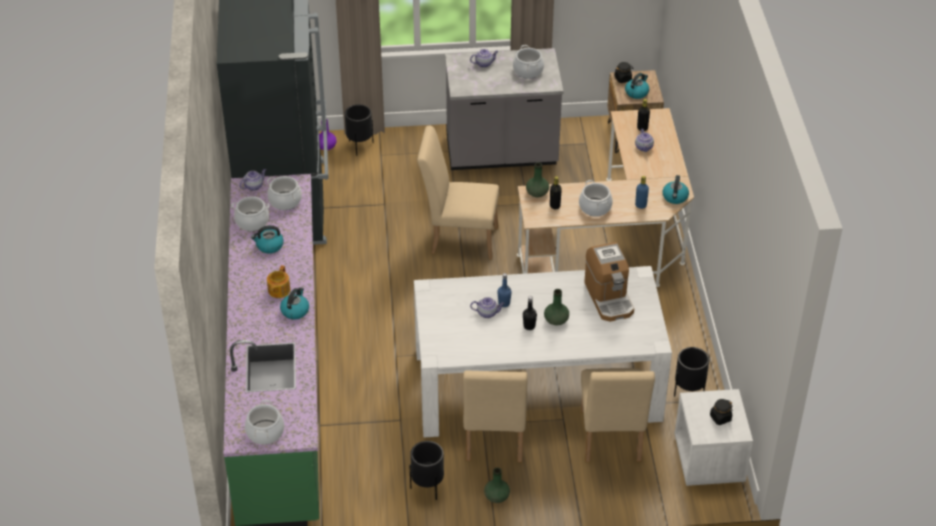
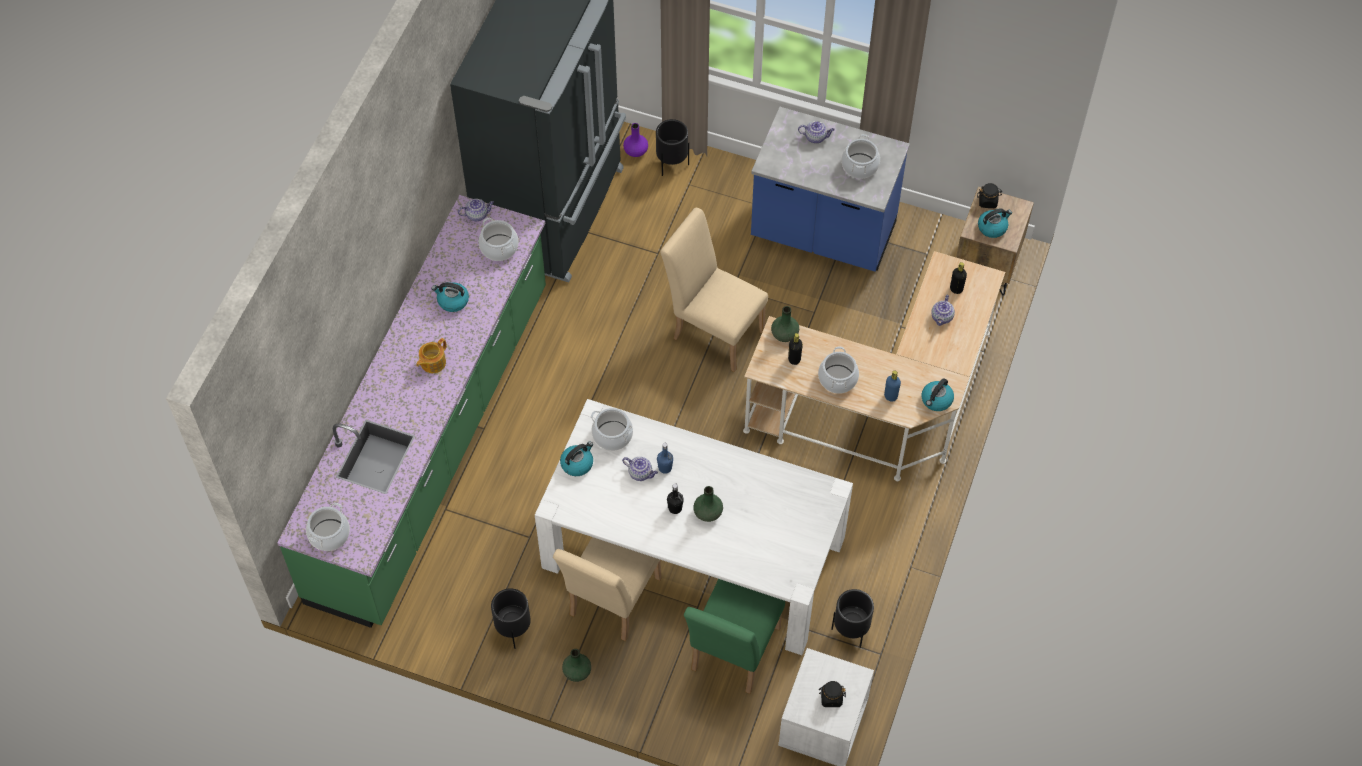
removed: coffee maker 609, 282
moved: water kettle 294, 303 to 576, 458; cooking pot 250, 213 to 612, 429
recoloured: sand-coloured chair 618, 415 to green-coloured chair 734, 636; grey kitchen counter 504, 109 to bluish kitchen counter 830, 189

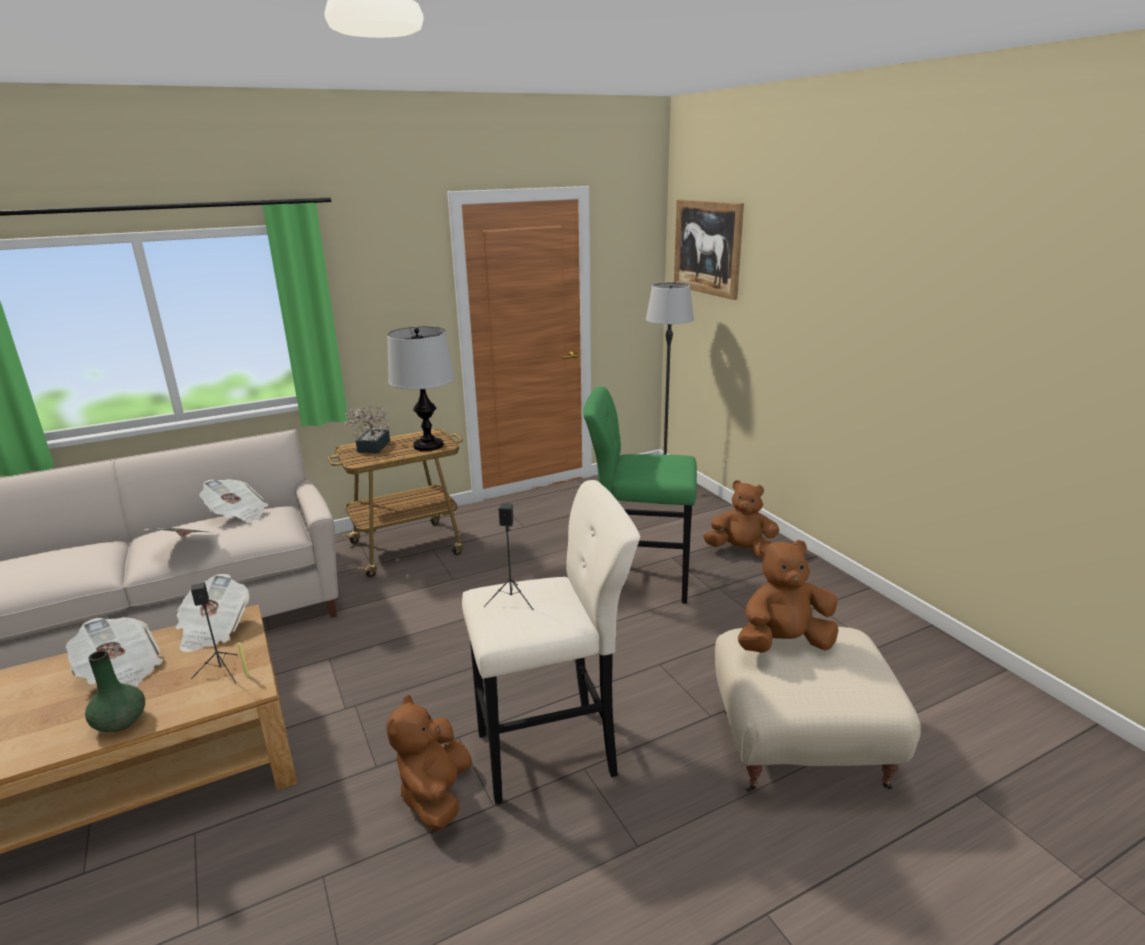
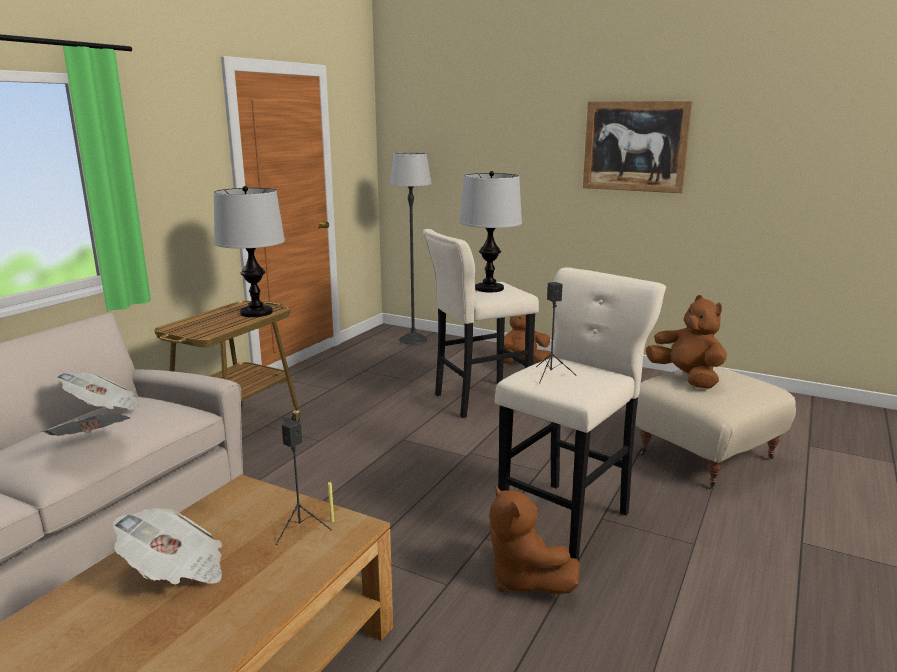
removed: green-coloured vase 115, 691; newspaper 212, 613; houseplant 367, 429
added: table lamp 490, 231
moved: picture 709, 249 to 638, 147
recoloured: green-coloured sitting stool 640, 495 to sand-coloured sitting stool 481, 323
turned: brownish cuddly toy 788, 596 = 686, 342 105 degrees clockwise

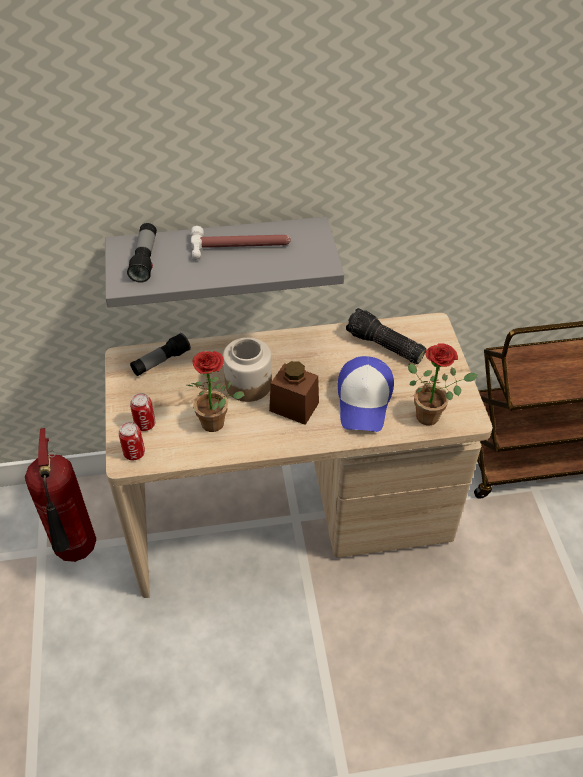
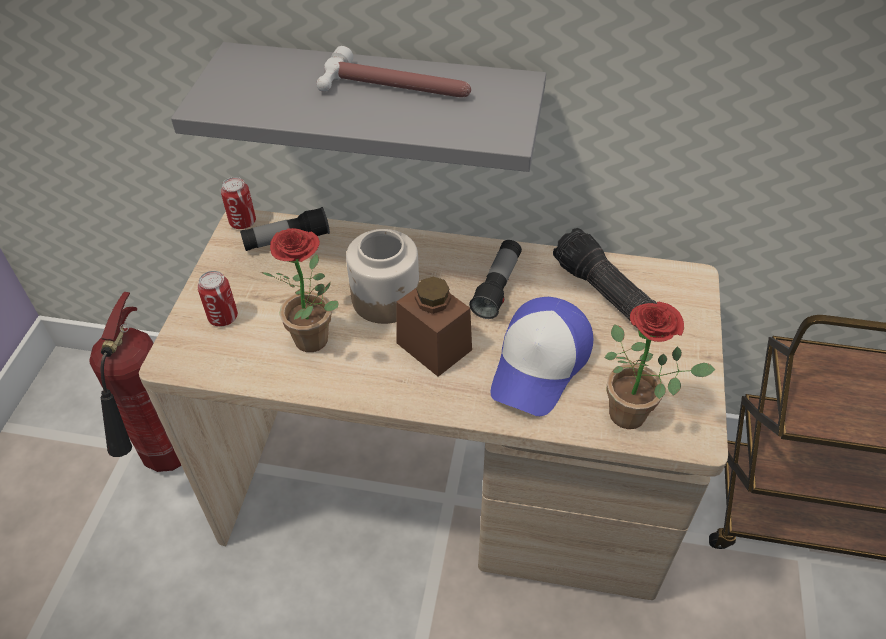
moved: can 132, 441 to 238, 203; hand torch 142, 253 to 495, 279

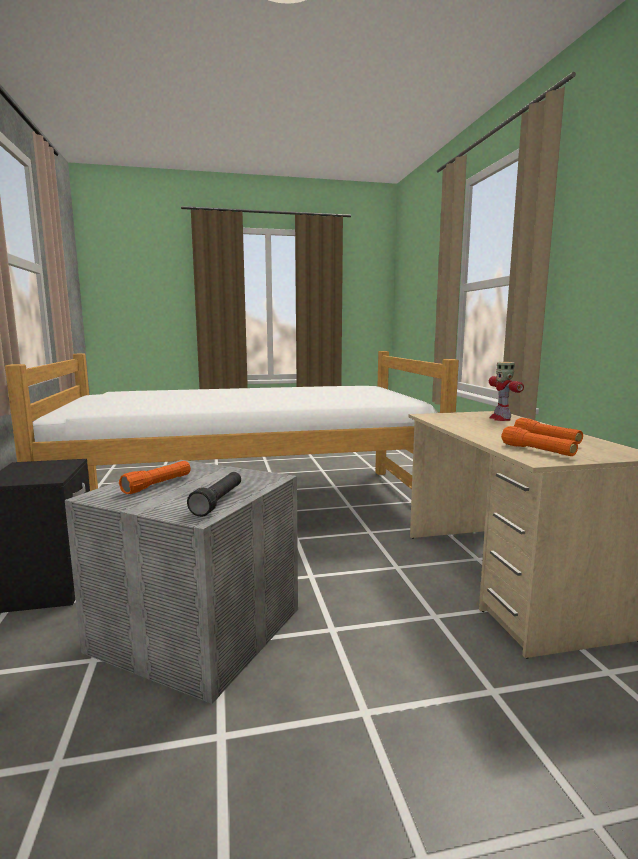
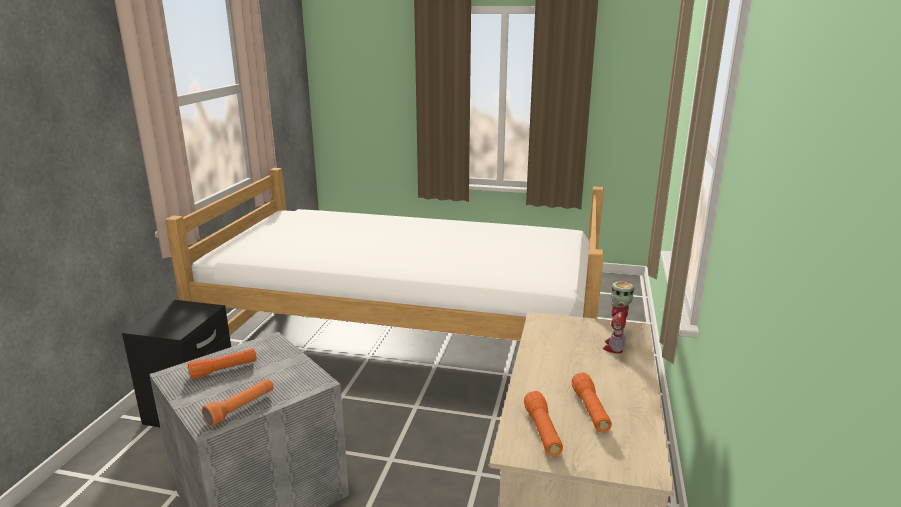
recoloured: black-coloured hand torch 214, 494 to orange hand torch 238, 403

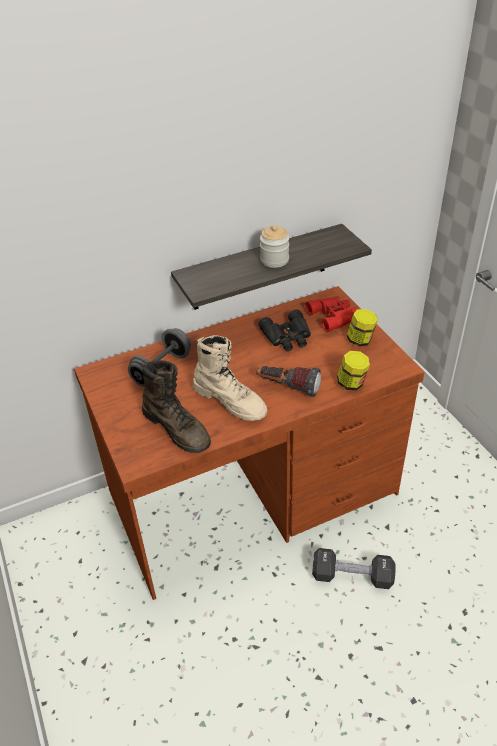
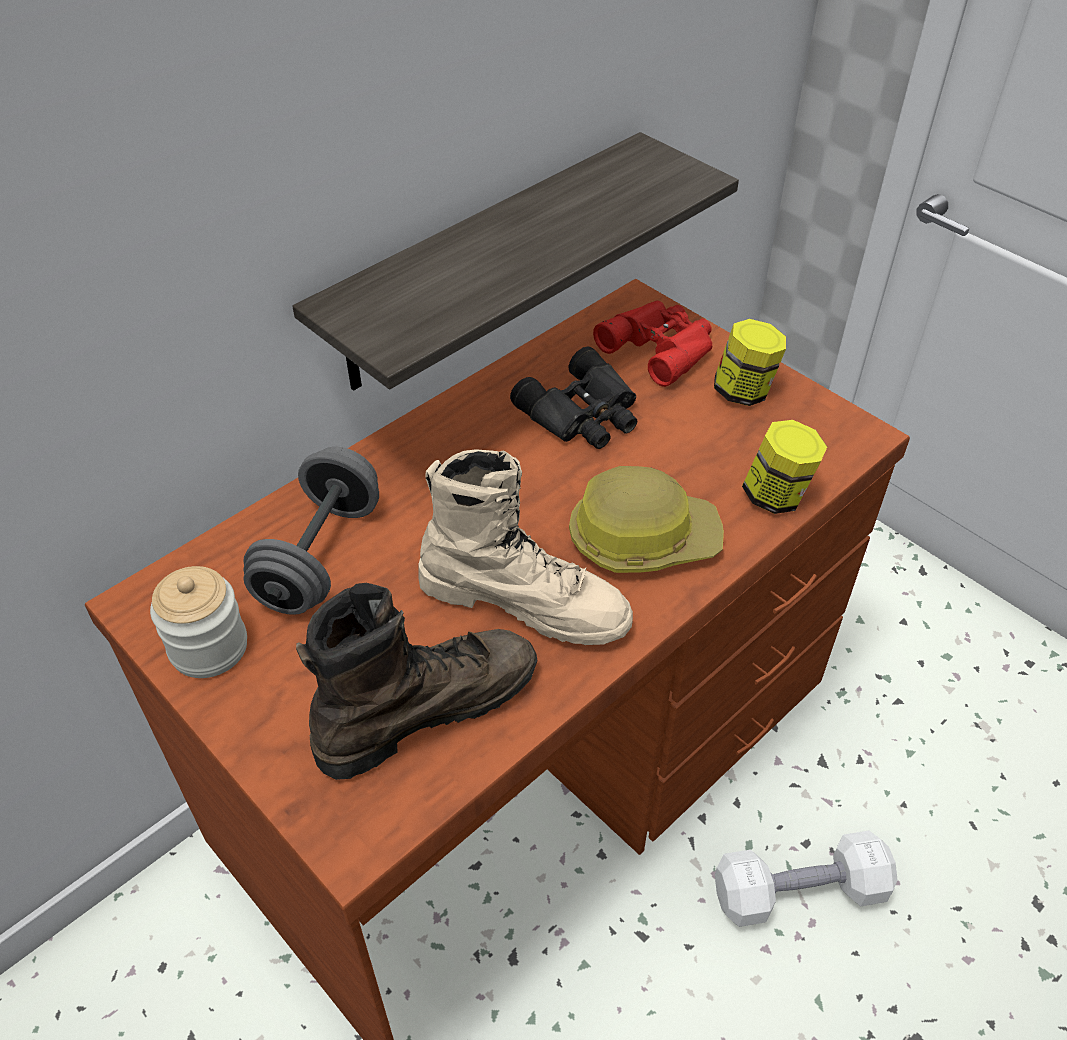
moved: jar 274, 246 to 198, 622
replaced: hand torch 288, 381 to work helmet 646, 519
recoloured: black-coloured free weight 353, 568 to whitish free weight 806, 879
turned: brownish boot 176, 406 = 417, 681 60 degrees counterclockwise

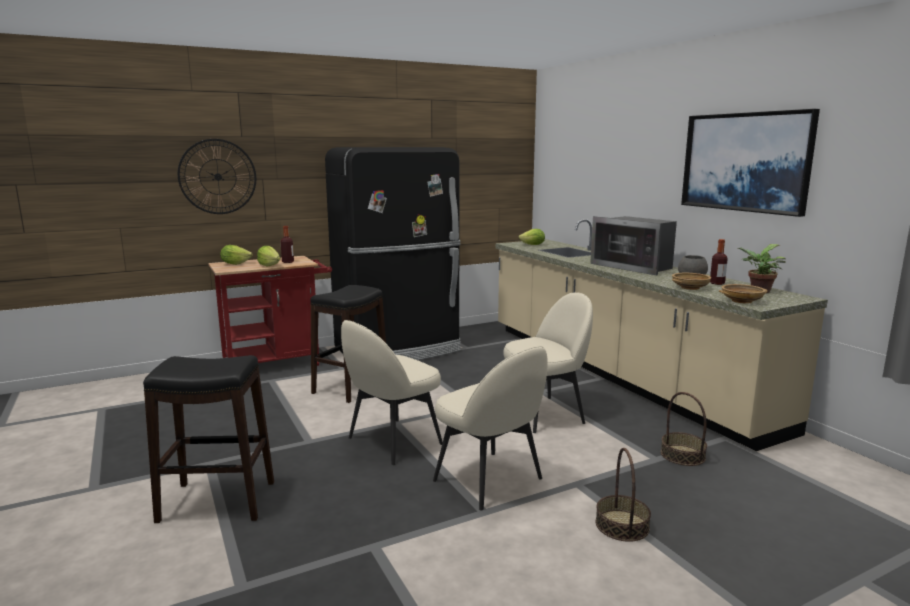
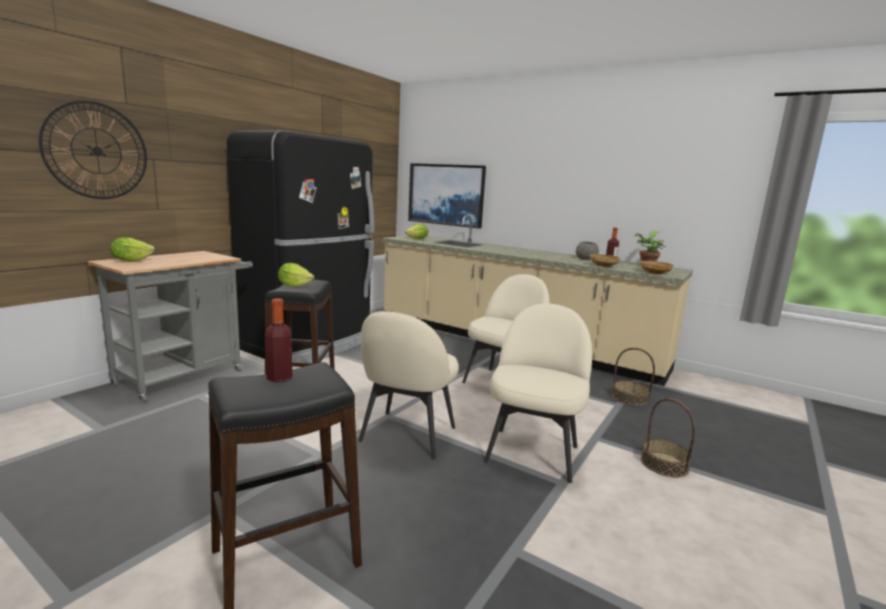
removed: kitchen microwave 633, 245
moved: bottle 287, 244 to 278, 340; head of lettuce 268, 256 to 296, 275; picture 750, 163 to 447, 195
recoloured: red-coloured cart 270, 311 to grey cart 170, 327
turned: sand-coloured chair 490, 428 = 538, 393 90 degrees counterclockwise

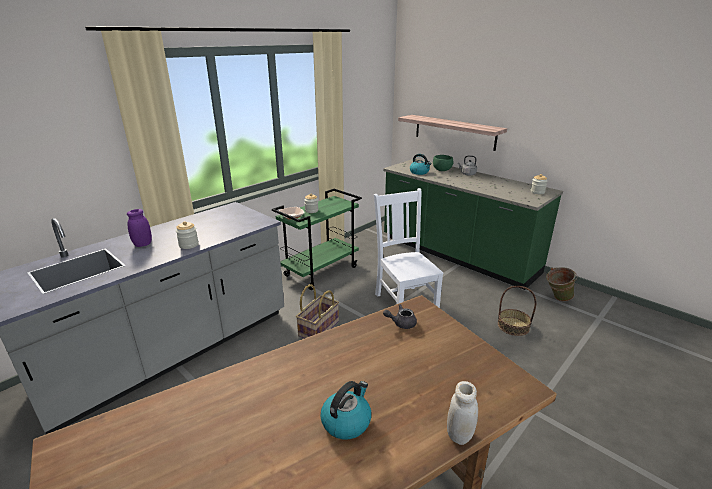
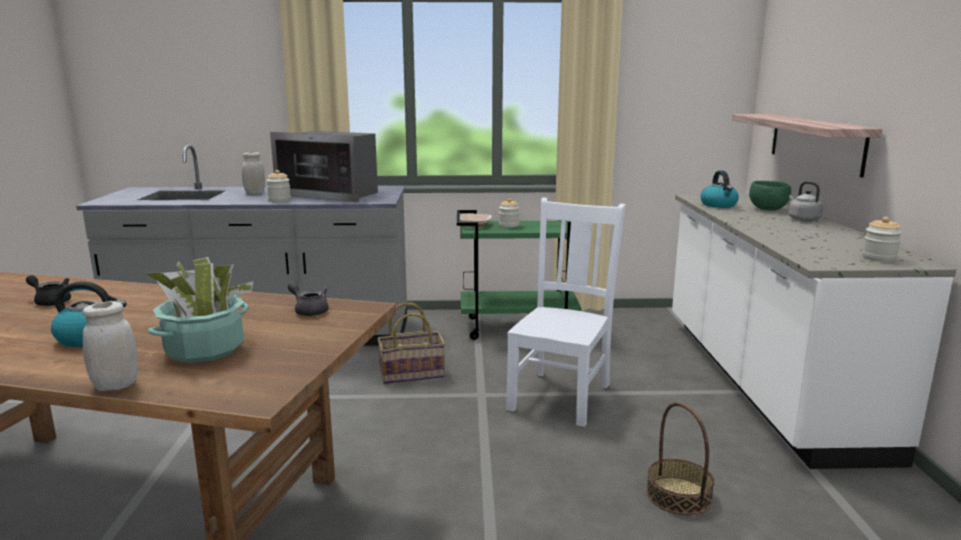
removed: green-coloured pail 561, 284
added: black-coloured teapot 48, 290; houseplant 199, 310; kitchen microwave 324, 166
recoloured: purple jar 139, 228 to whitish jar 253, 173; green-coloured kitchen counter 473, 224 to whitish kitchen counter 814, 331

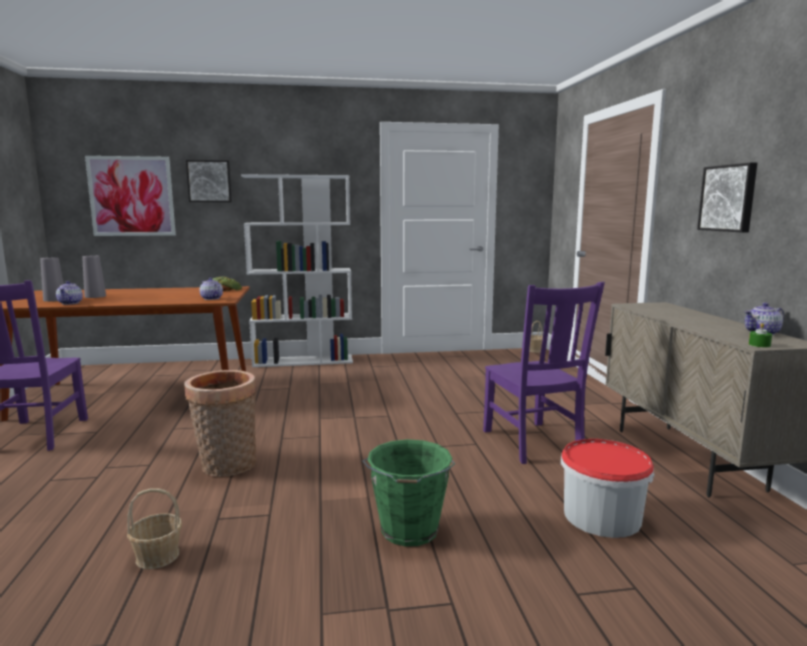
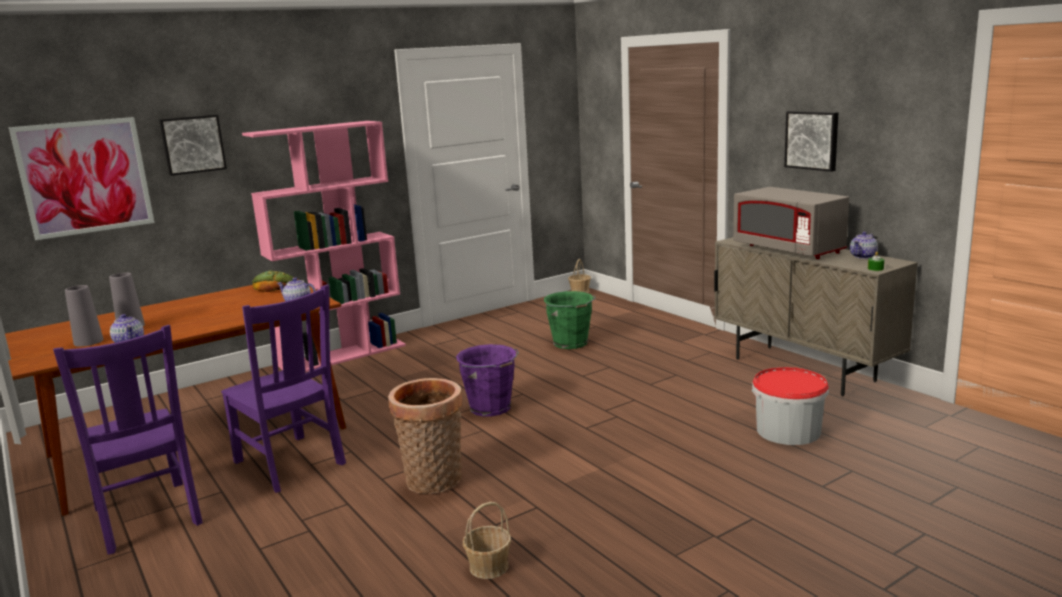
added: purple pail 487, 380; grey kitchen microwave 791, 223
moved: purple chair 544, 373 to 283, 388; green-coloured pail 408, 492 to 569, 320
recoloured: whitish bookcase 297, 270 to pinkish bookcase 324, 246

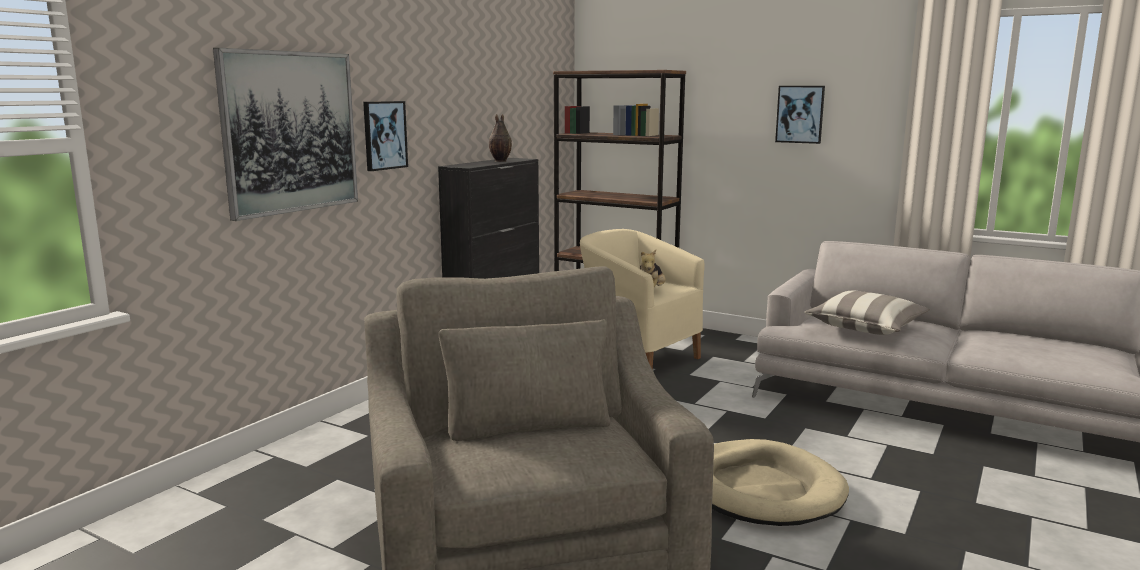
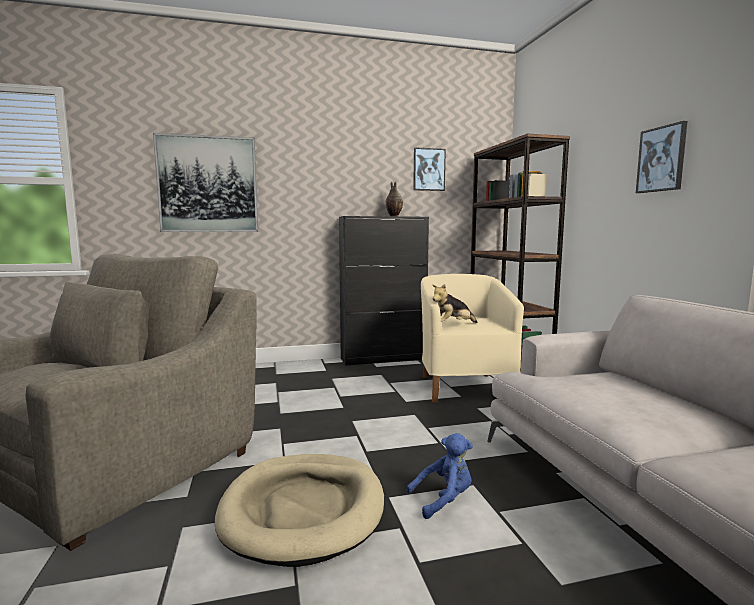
removed: pillow 867, 313
added: bluish cuddly toy 439, 476
moved: picture 385, 136 to 429, 169

